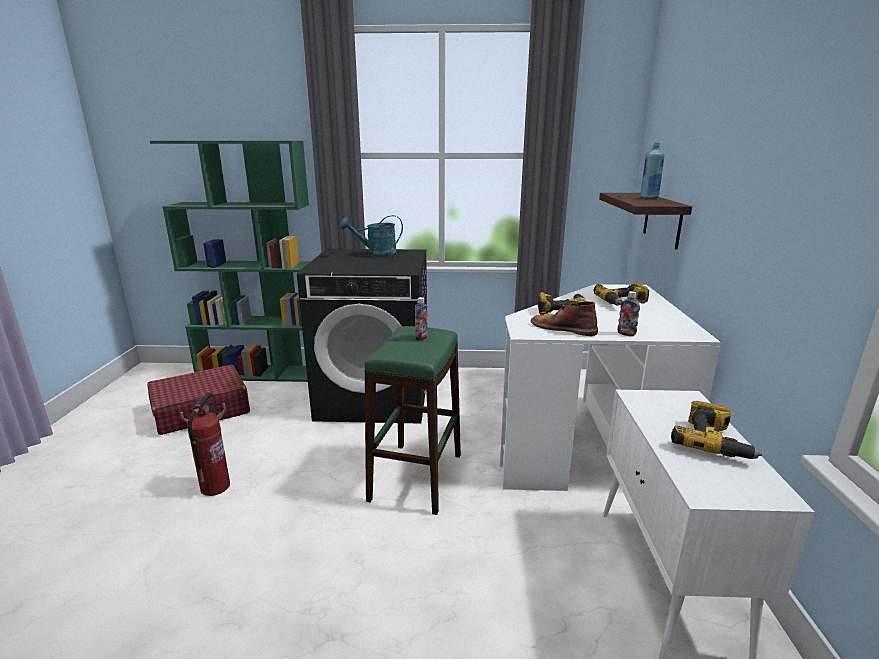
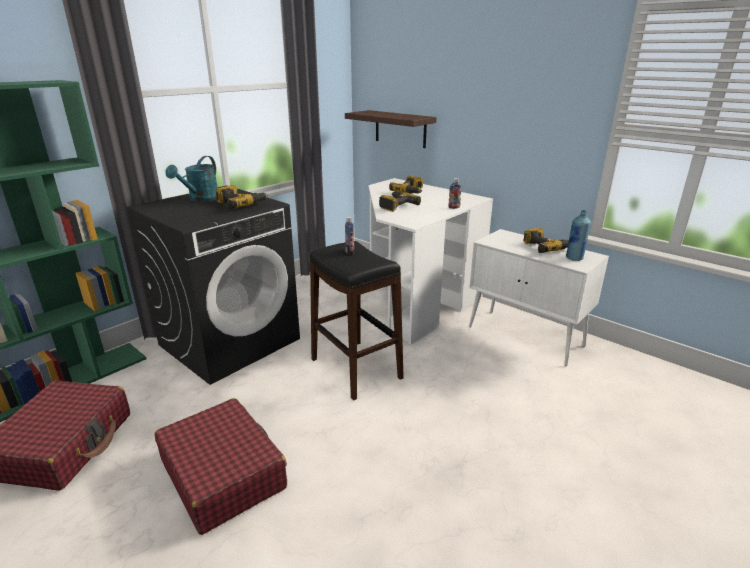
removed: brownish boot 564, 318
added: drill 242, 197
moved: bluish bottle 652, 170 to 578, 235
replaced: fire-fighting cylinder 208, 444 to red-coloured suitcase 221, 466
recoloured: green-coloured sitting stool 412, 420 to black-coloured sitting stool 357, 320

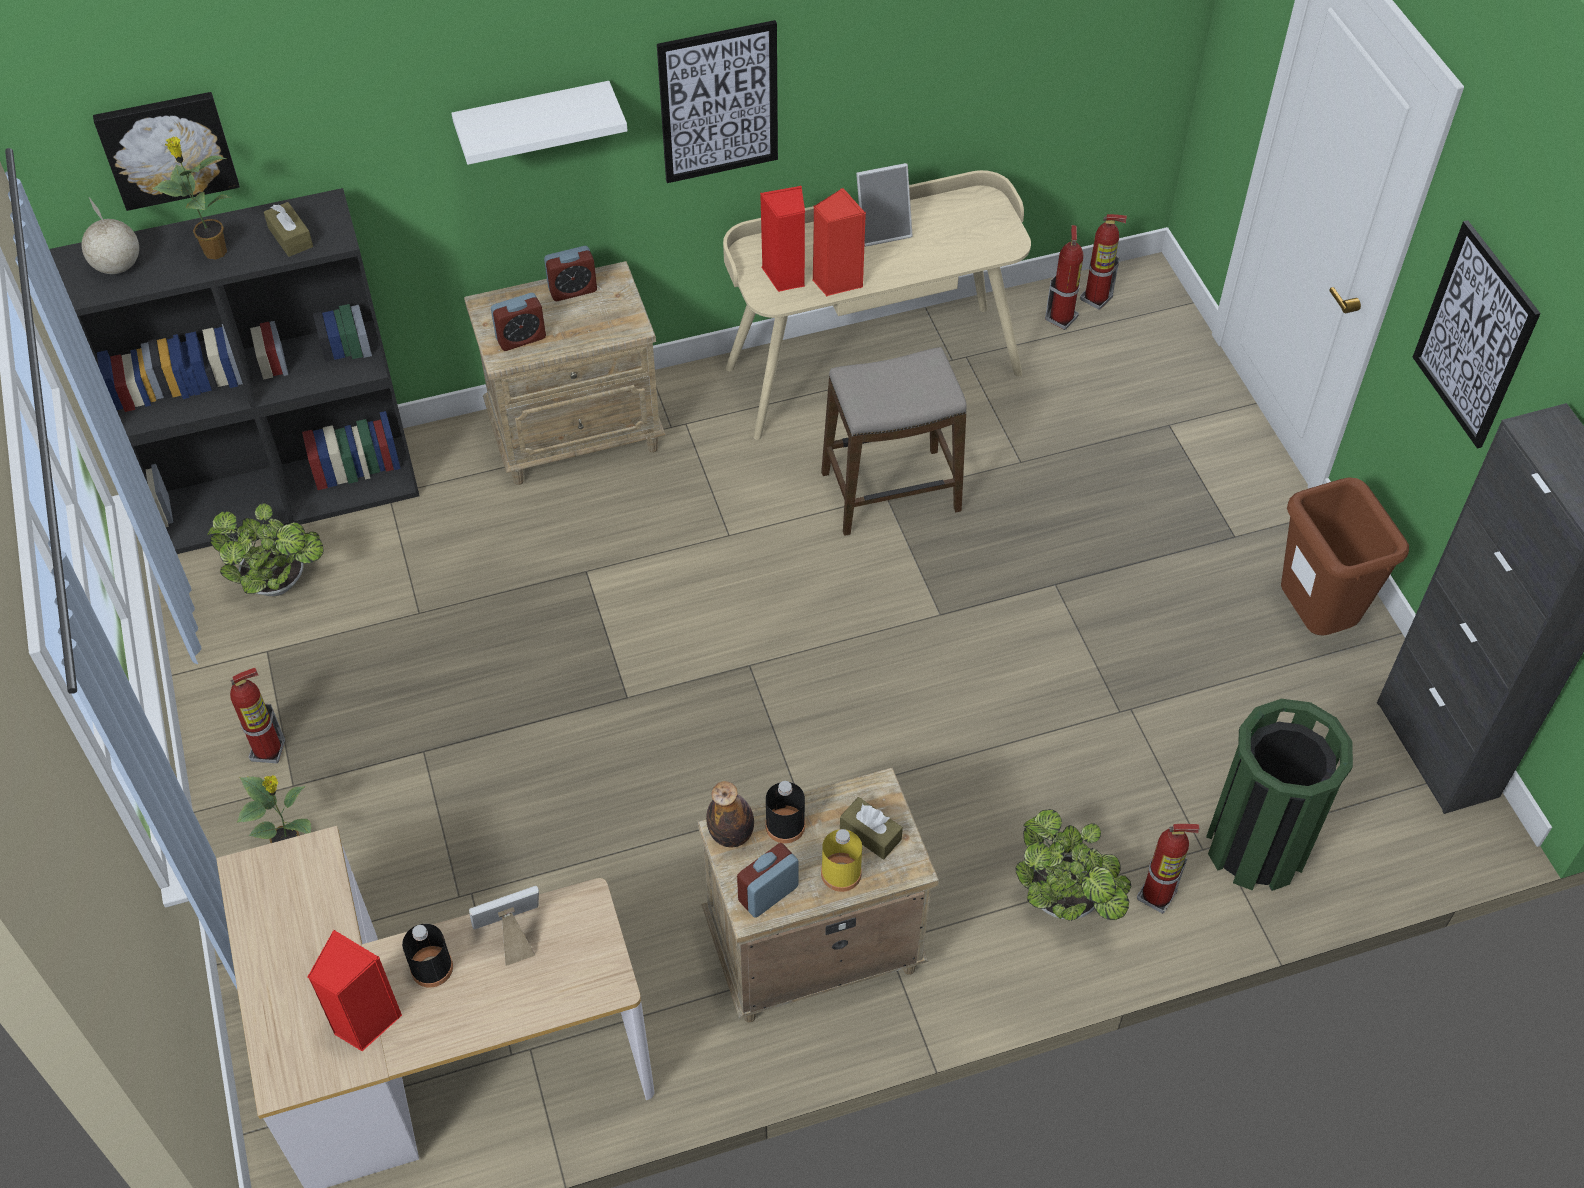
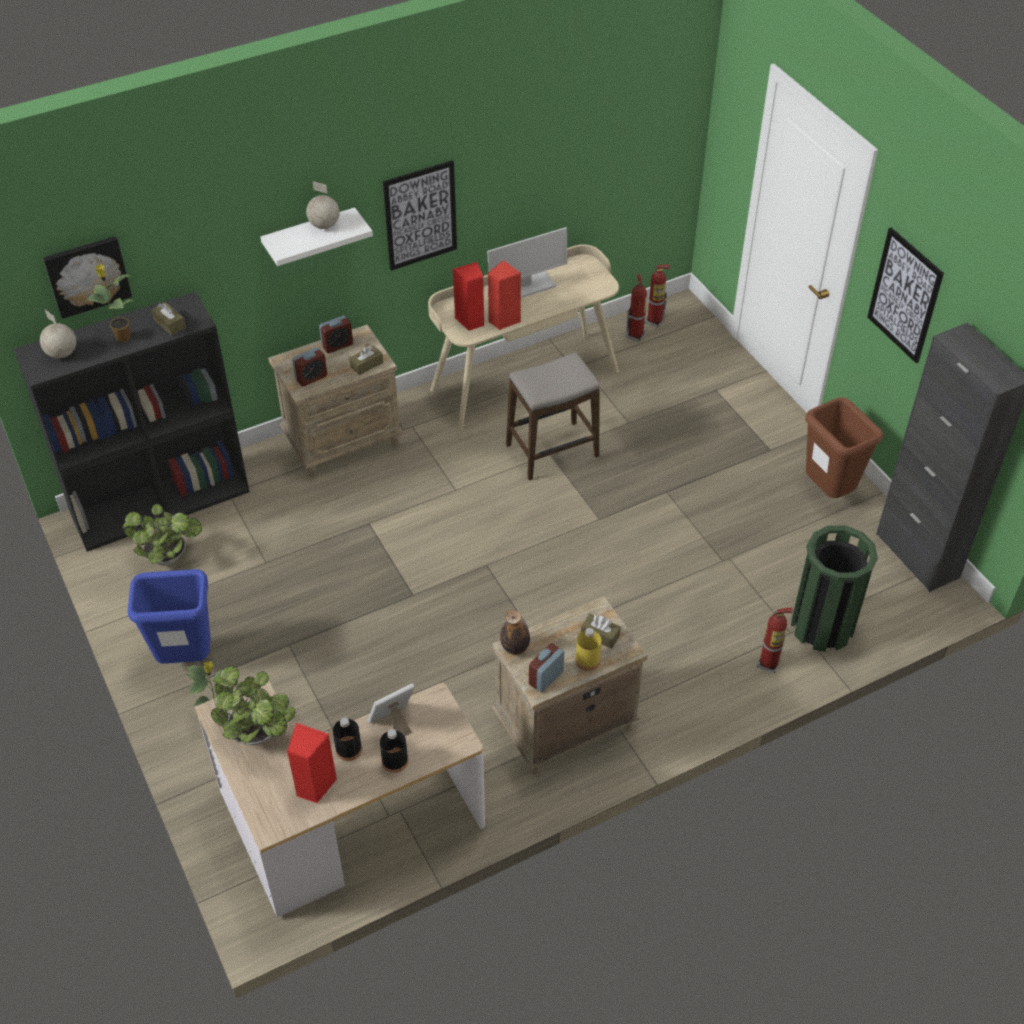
added: world globe 323, 205; brownish box of tissues 366, 360
moved: houseplant 1073, 865 to 253, 705; black-coloured bottle 785, 812 to 394, 751
replaced: fire-fighting cylinder 257, 715 to bluish rubbish bin 169, 616; photo frame 884, 205 to computer screen 527, 262

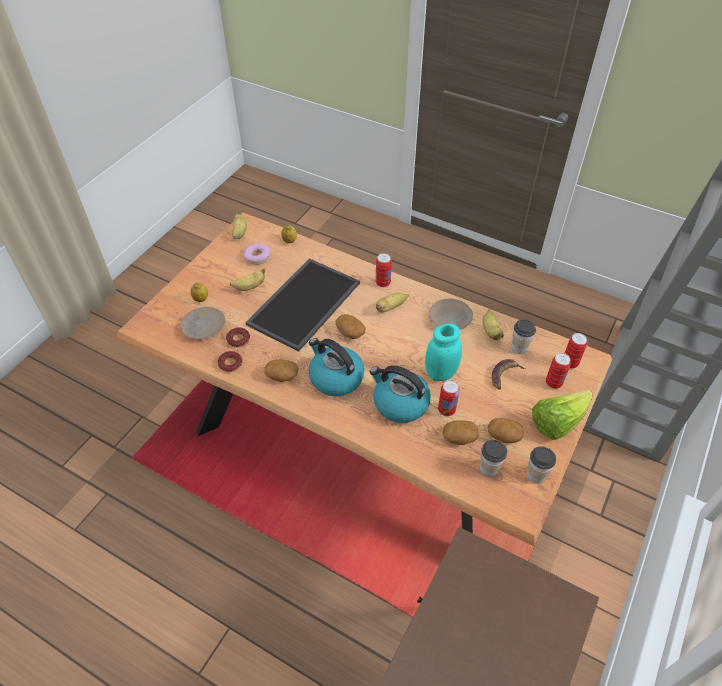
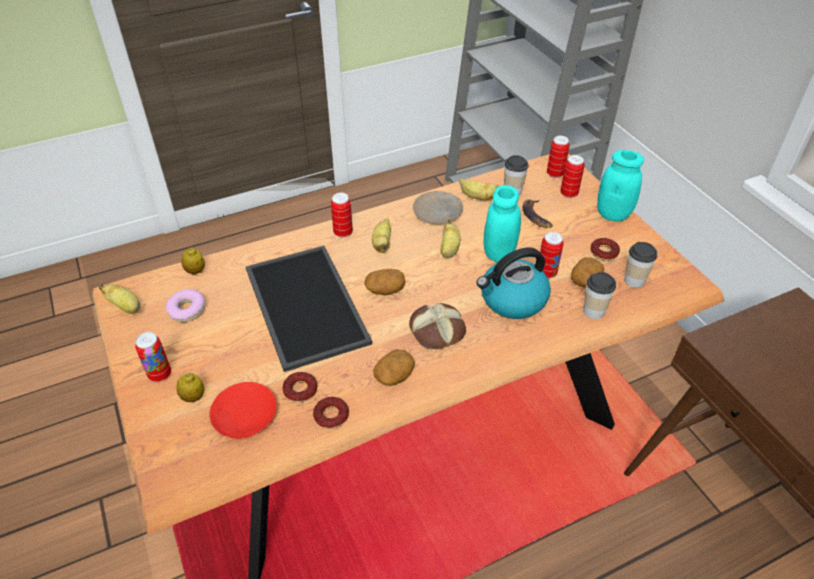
added: can 153, 357
moved: whole banana 247, 280 to 450, 238; drinking cup 541, 465 to 599, 295
replaced: water kettle 336, 367 to baked bread 437, 326; spud 506, 430 to ring doughnut 605, 249; head of lettuce 562, 415 to turquoise-coloured jar 620, 186
recoloured: sand-coloured flat dish 203, 323 to red-coloured flat dish 243, 410

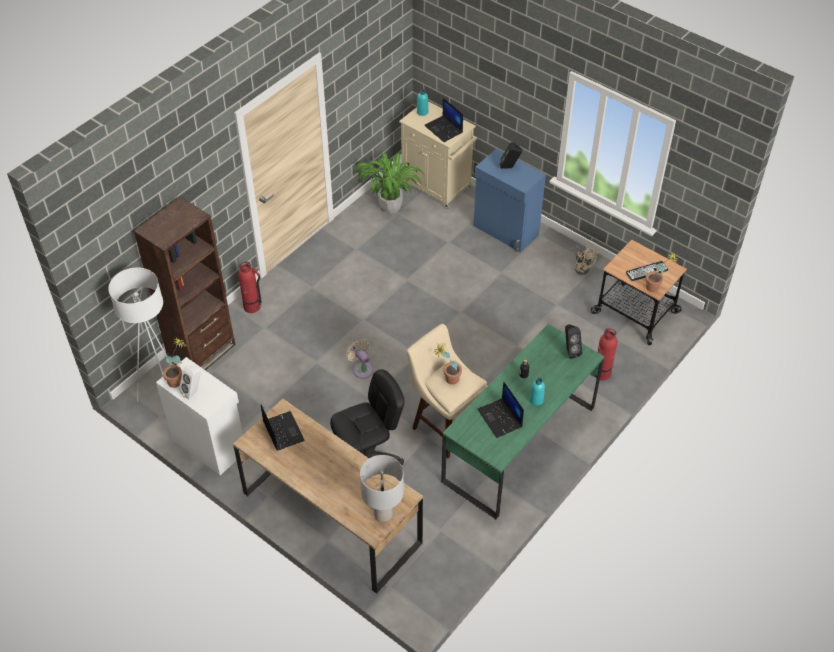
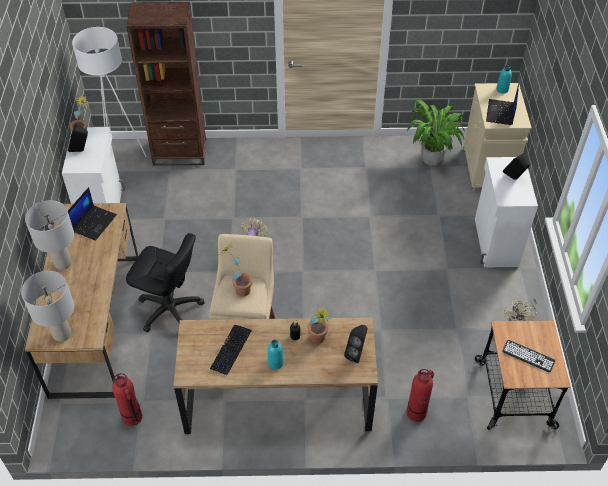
added: grey table lamp 49, 235
moved: fire-fighting cylinder 250, 287 to 127, 399; houseplant 662, 272 to 319, 325
replaced: portable computer 500, 410 to PC keyboard 231, 350
recoloured: whitish speaker 190, 383 to black-coloured speaker 78, 138; green-coloured desk unit 522, 422 to brownish desk unit 276, 375; bluish storage cabinet 510, 200 to whitish storage cabinet 506, 212

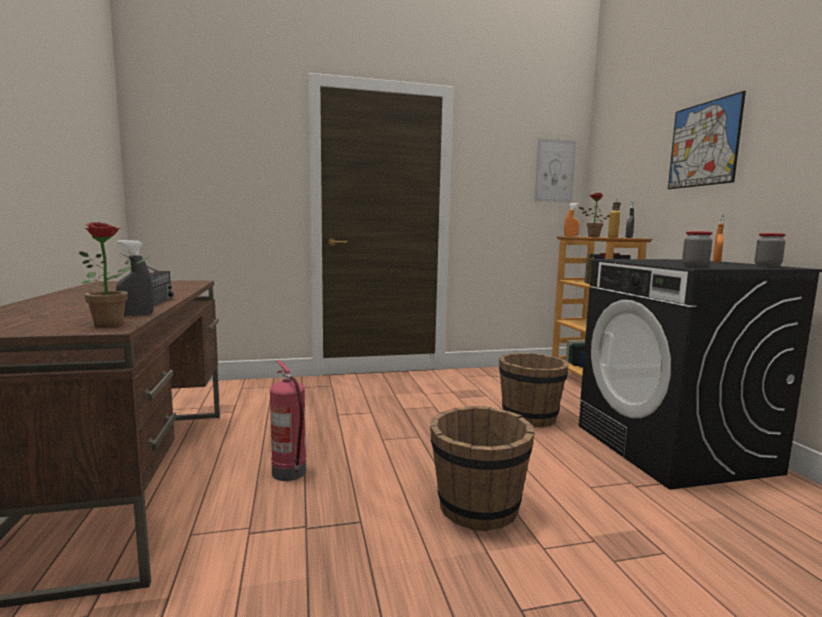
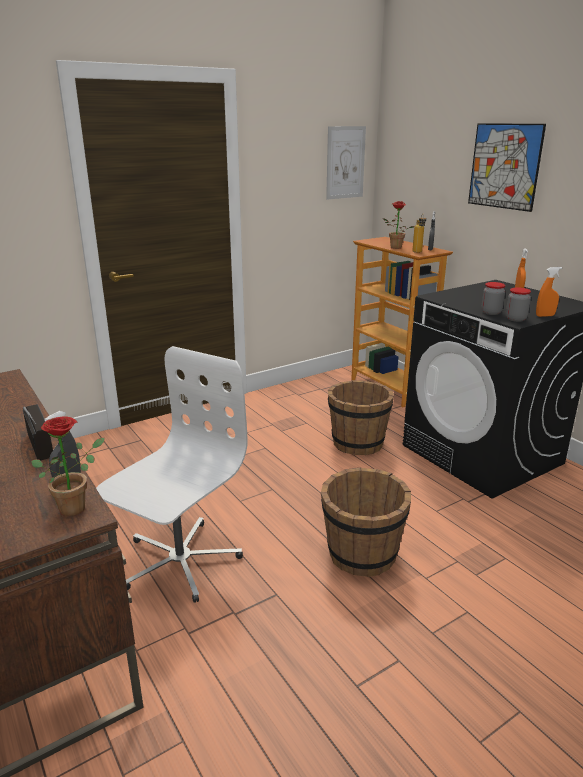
moved: jar 770, 250 to 493, 298; orange hand sprayer 572, 220 to 549, 292
replaced: fire-fighting cylinder 288, 421 to whitish office chair 172, 474

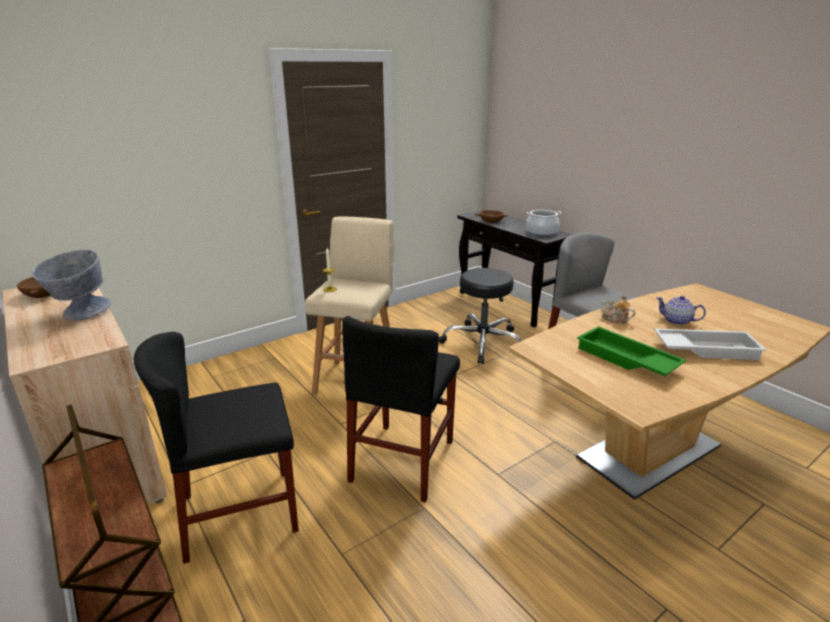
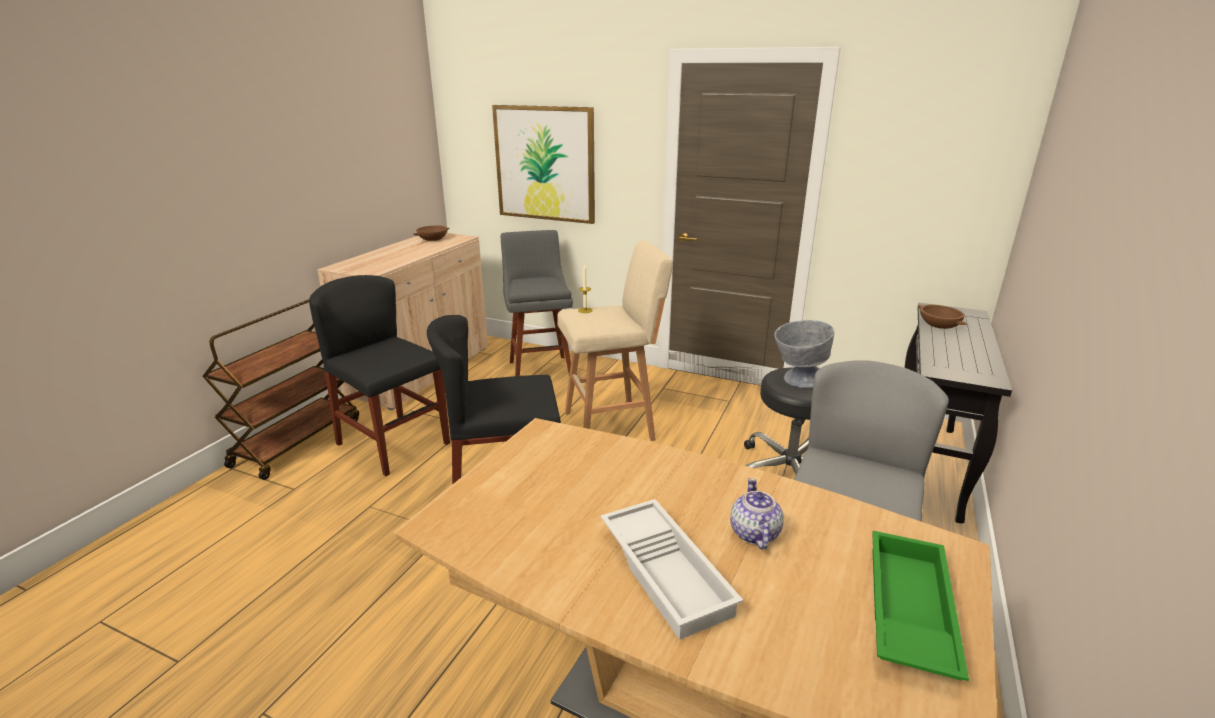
removed: cooking pot 544, 223; teapot 618, 309
added: picture 543, 164; grey sitting stool 537, 303
moved: grey bowl 71, 285 to 804, 354; green-coloured serving tray 631, 351 to 920, 606

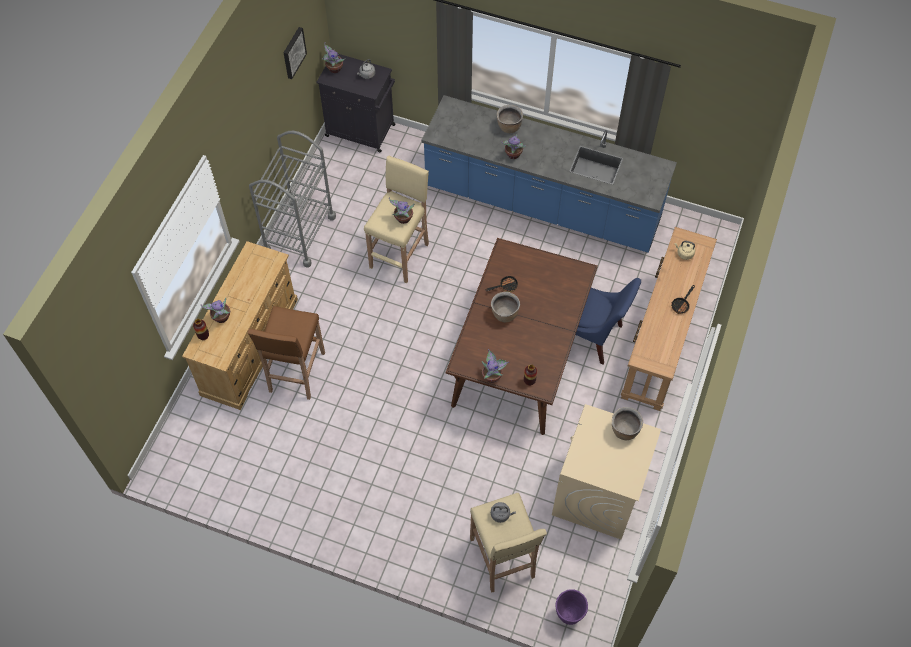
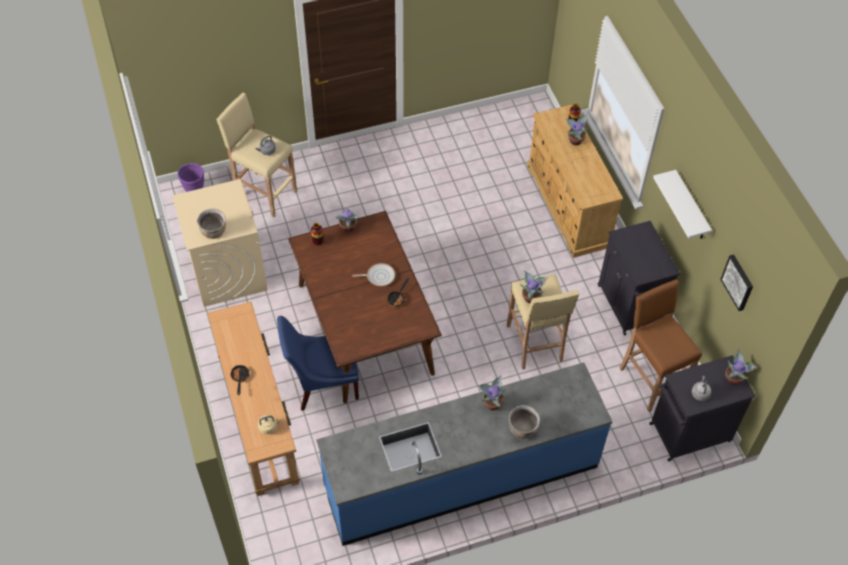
added: whitish shelf 682, 204
moved: brownish sitting stool 286, 353 to 660, 345
replaced: brownish cooking pot 505, 307 to pan 373, 274; grey cart 292, 199 to black-coloured storage cabinet 639, 278

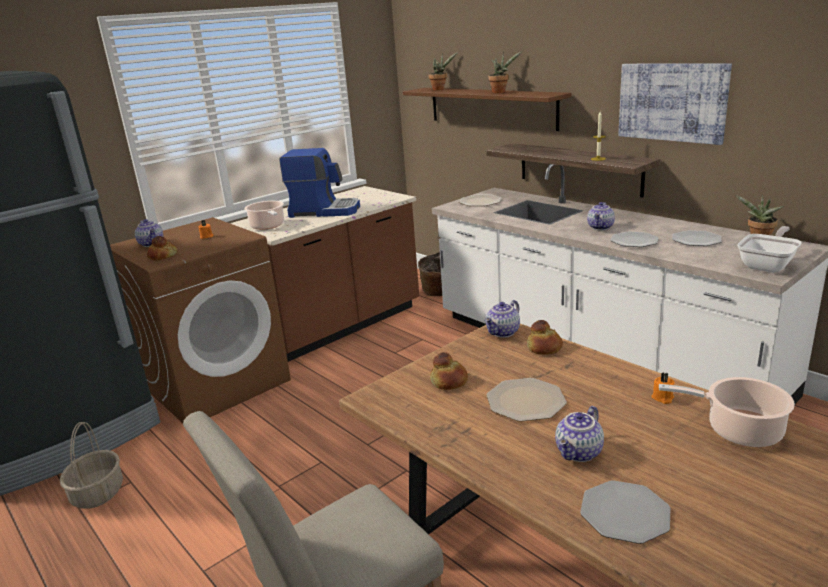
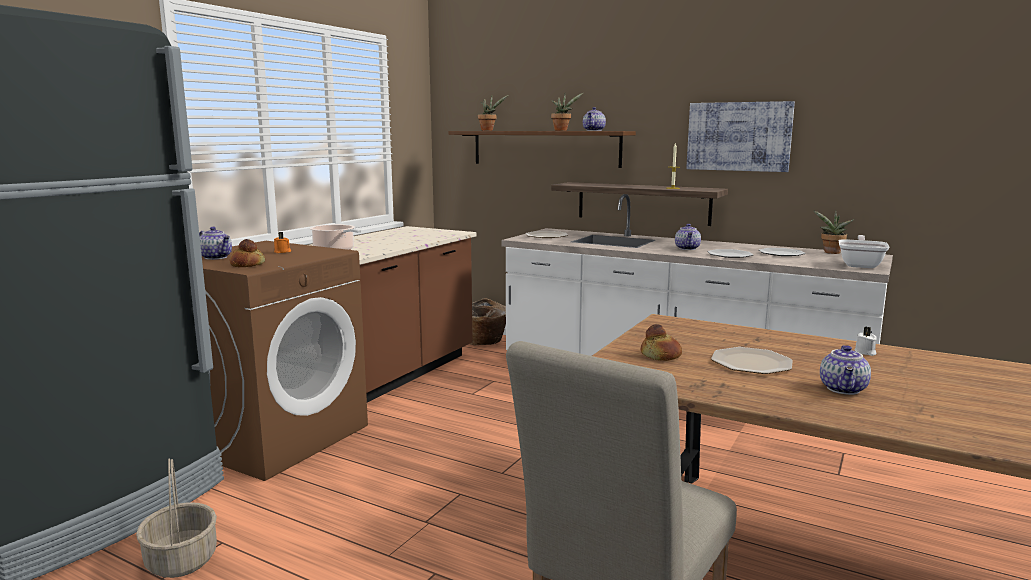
removed: coffee maker 319, 183; baked bread 545, 337; flat dish 625, 512; cooking pot 727, 412
moved: teapot 502, 319 to 594, 119
recoloured: orange wax light 663, 388 to whitish wax light 866, 341

